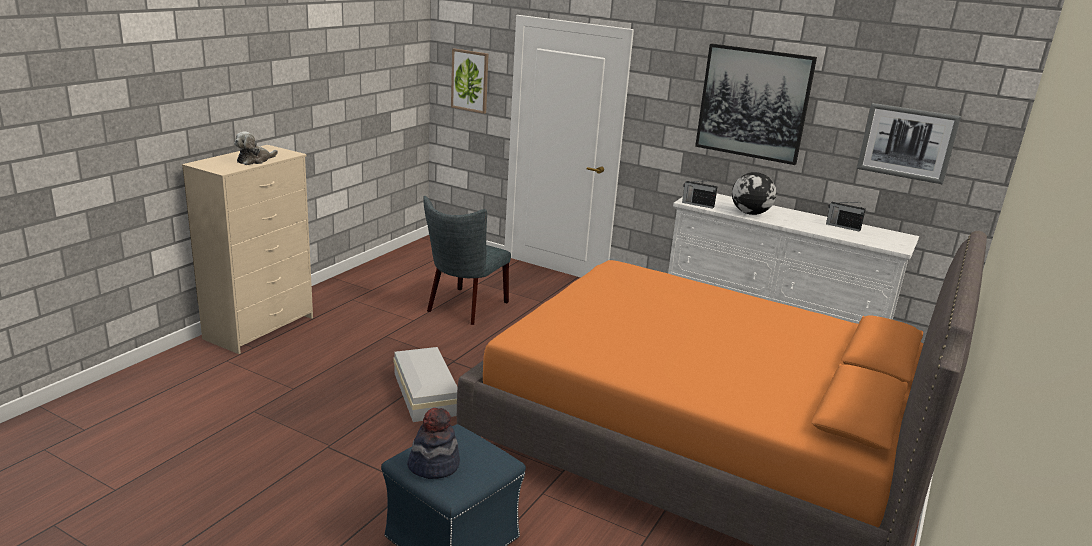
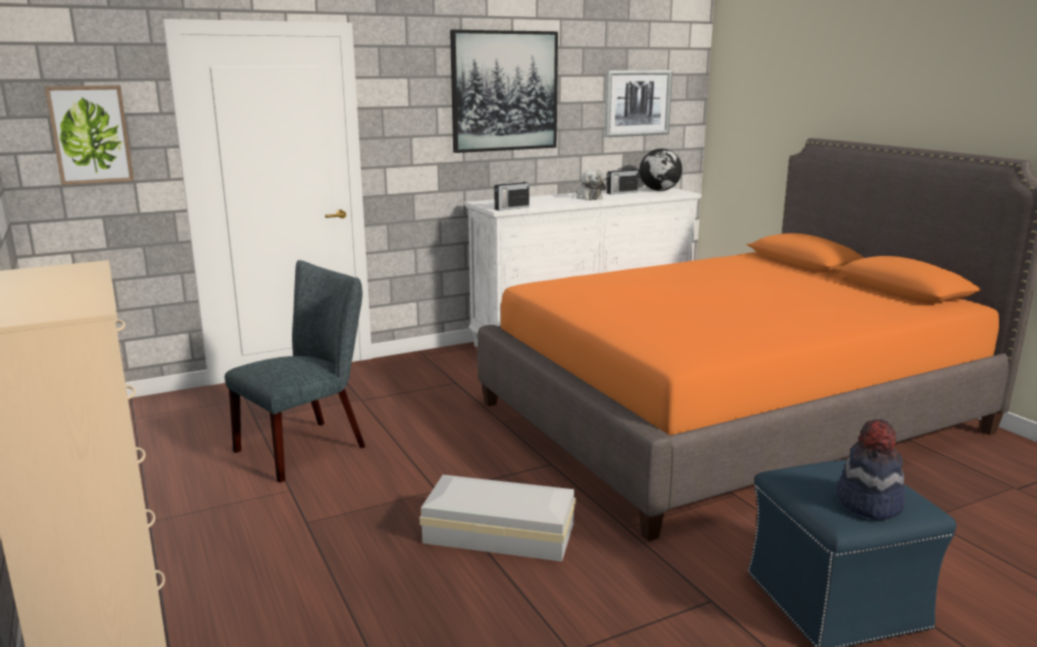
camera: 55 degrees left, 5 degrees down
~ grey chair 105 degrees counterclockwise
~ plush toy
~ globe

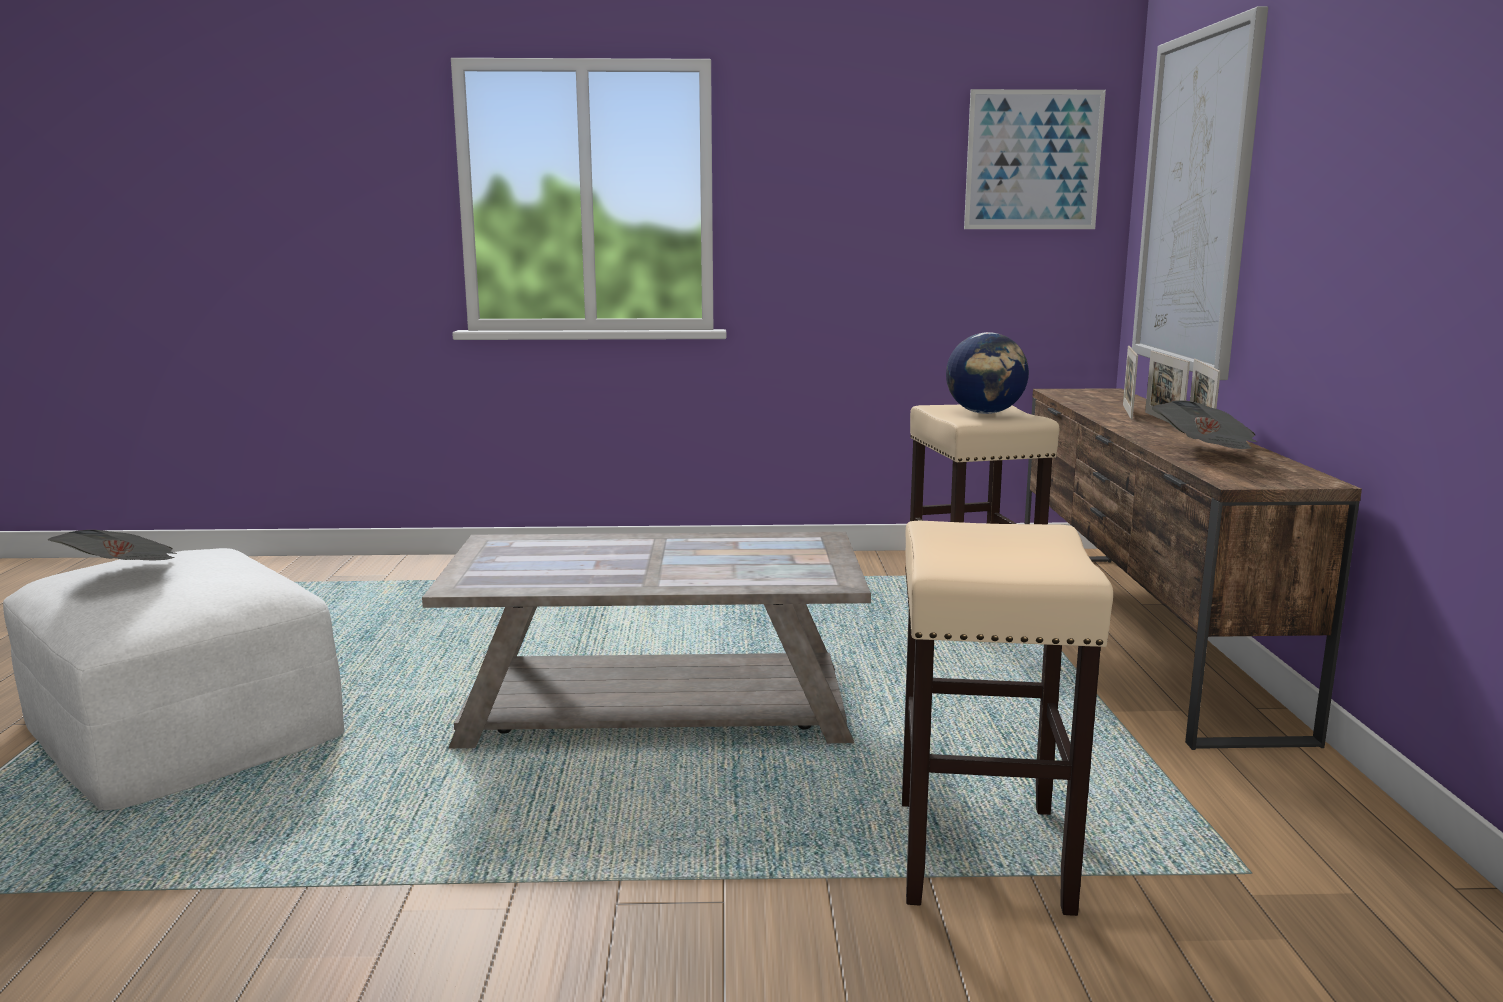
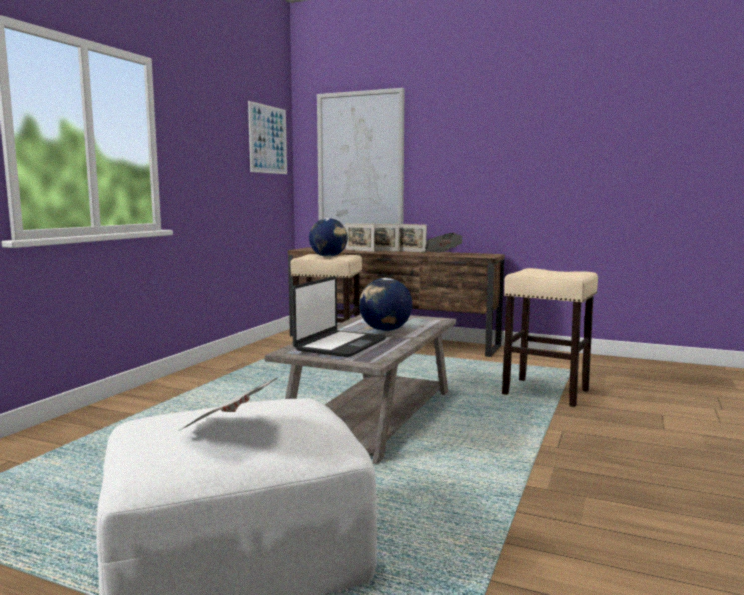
camera: 65 degrees left, 5 degrees down
+ laptop
+ globe (2nd from left)

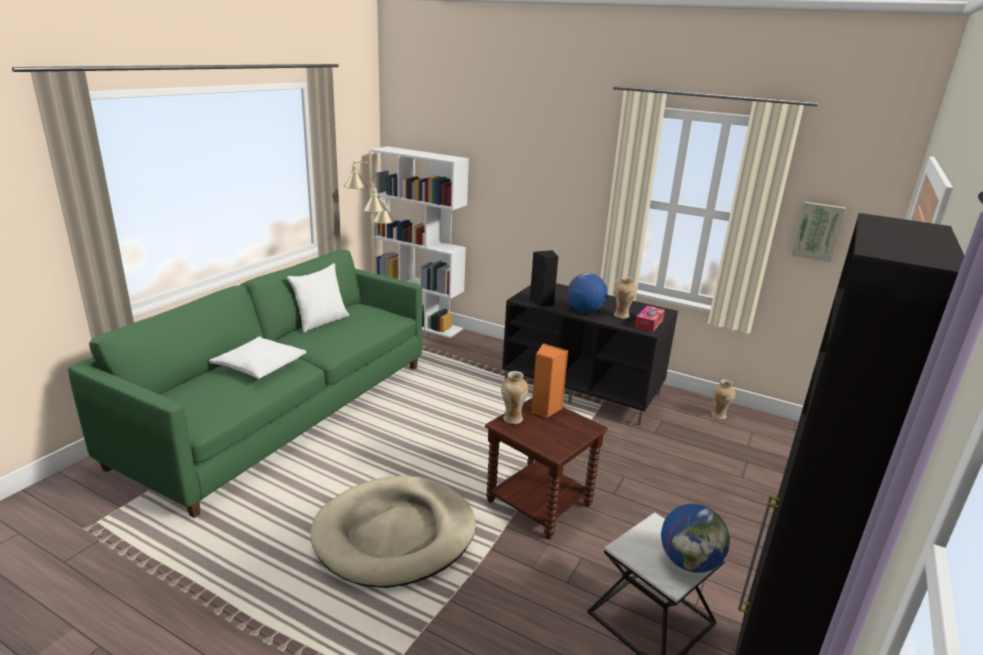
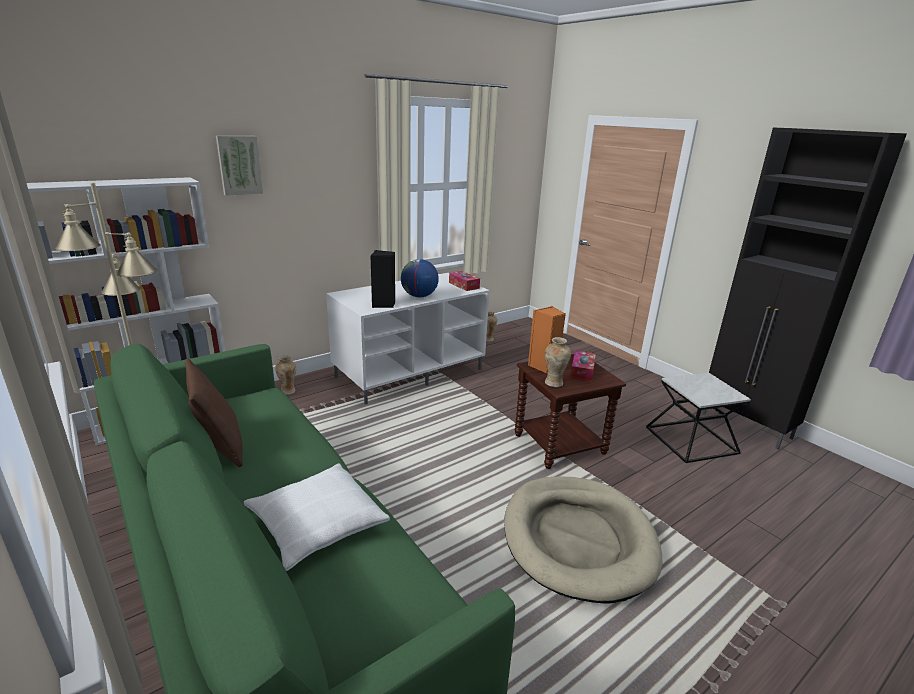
camera: 65 degrees left, 0 degrees up
~ white pillow (2nd from left) to brown pillow
~ picture
~ vase (2nd from left in the first image) to vase (1st from left)
~ black tv stand to white tv stand
+ tissue box (2nd from left)
- globe (2nd from left)

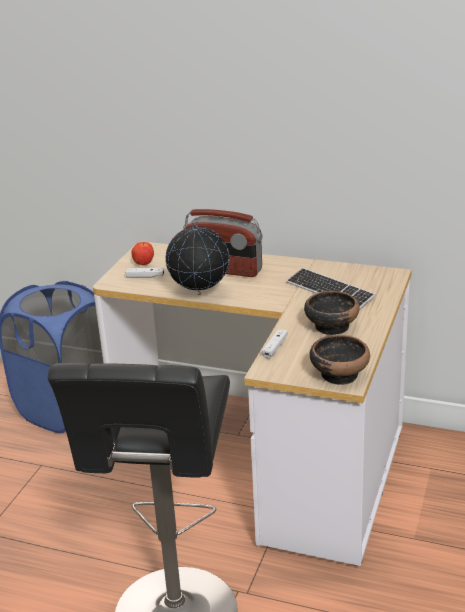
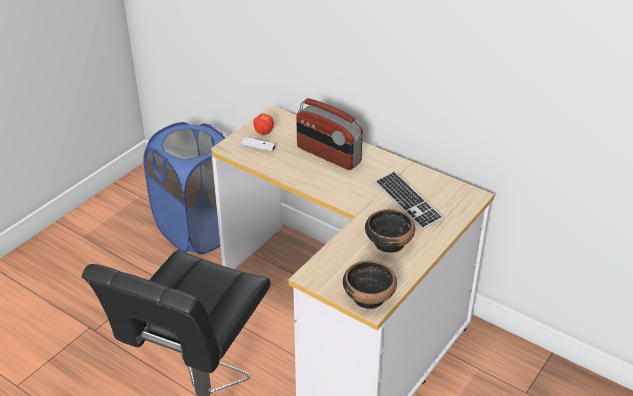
camera: 15 degrees right, 10 degrees up
- globe
- white game controller (2nd from left)

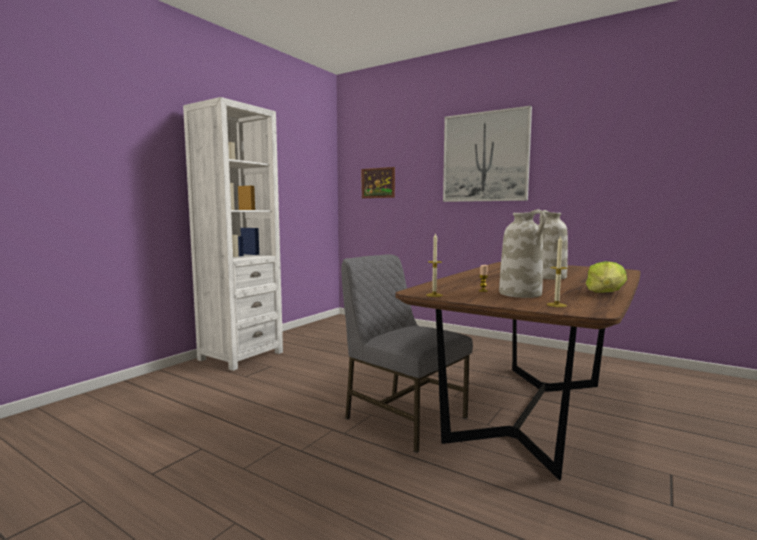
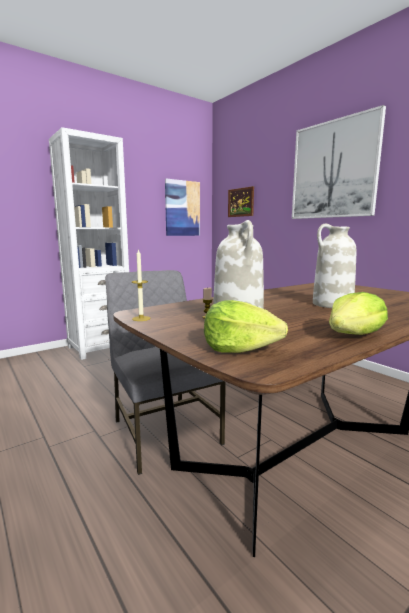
camera: 20 degrees right, 5 degrees up
+ picture (1st from left)
~ candle (3rd from left) to lettuce (1st from left)

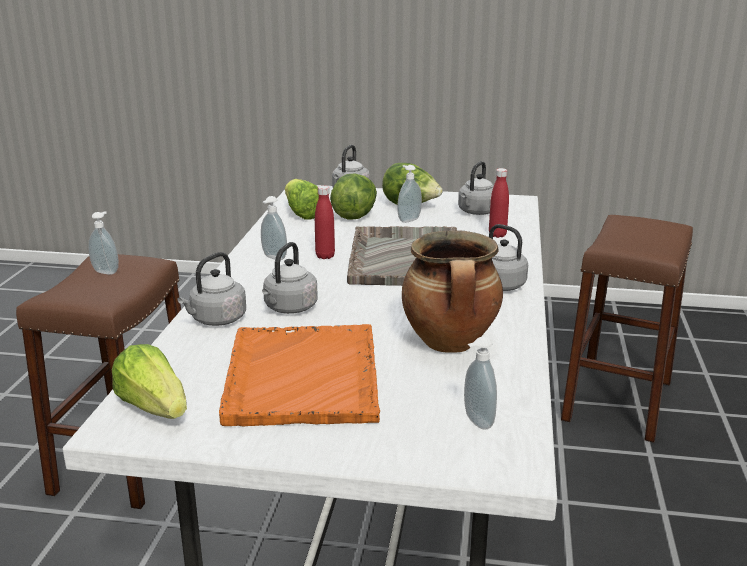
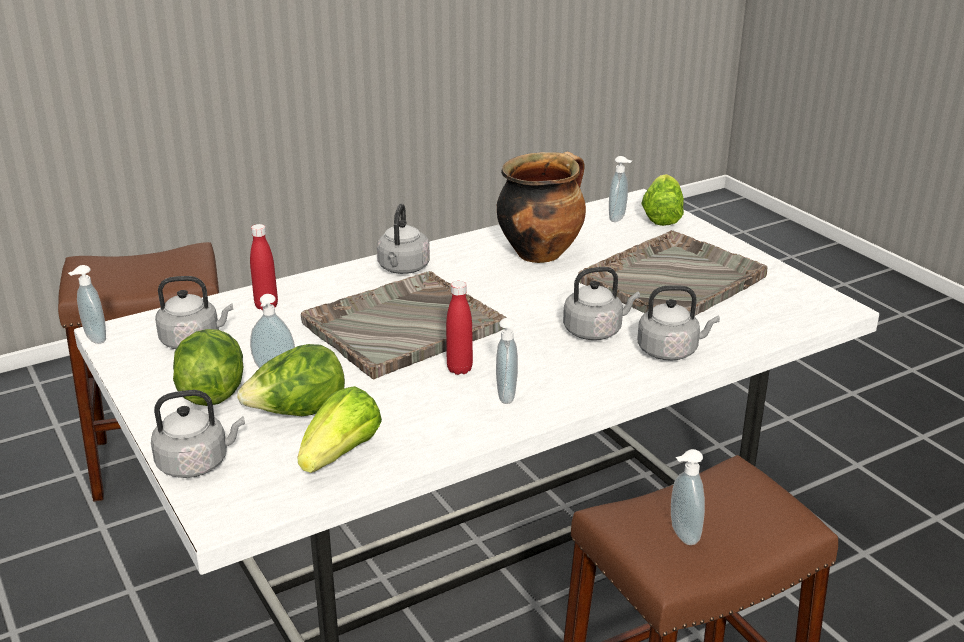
camera: 130 degrees left, 5 degrees up
+ soap dispenser (1st from left)
~ orange tray to grey tray (2nd from left)
~ lettuce (1st from left in the first image) to lettuce (4th from left)

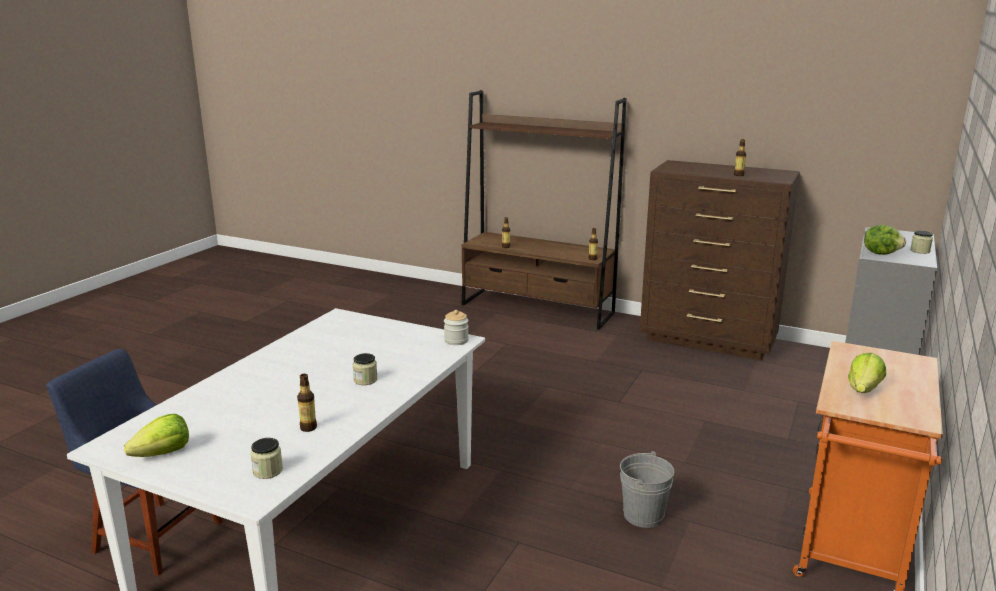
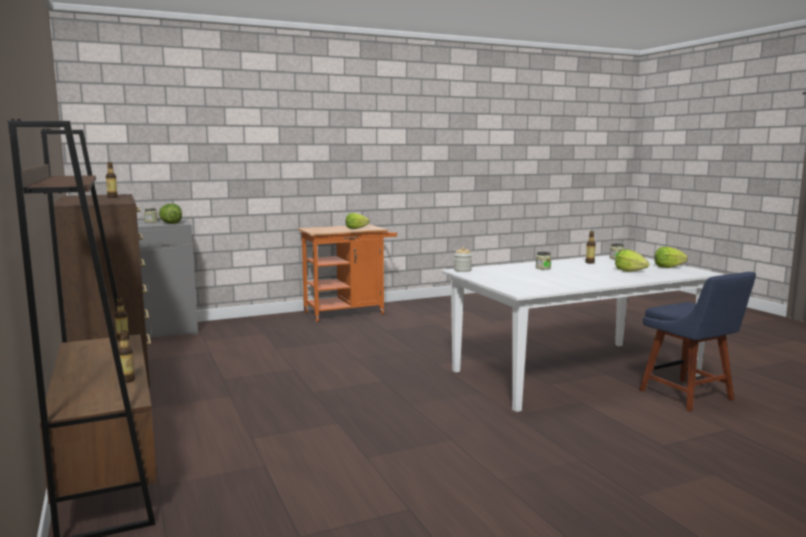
camera: 140 degrees left, 10 degrees down
+ lettuce (3rd from left)
- grey bucket

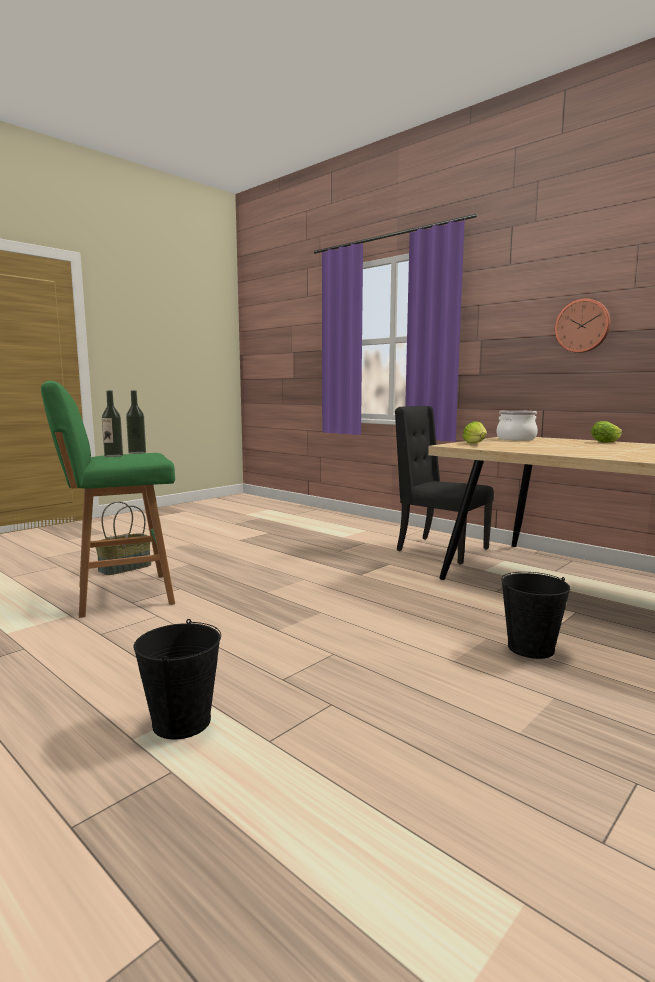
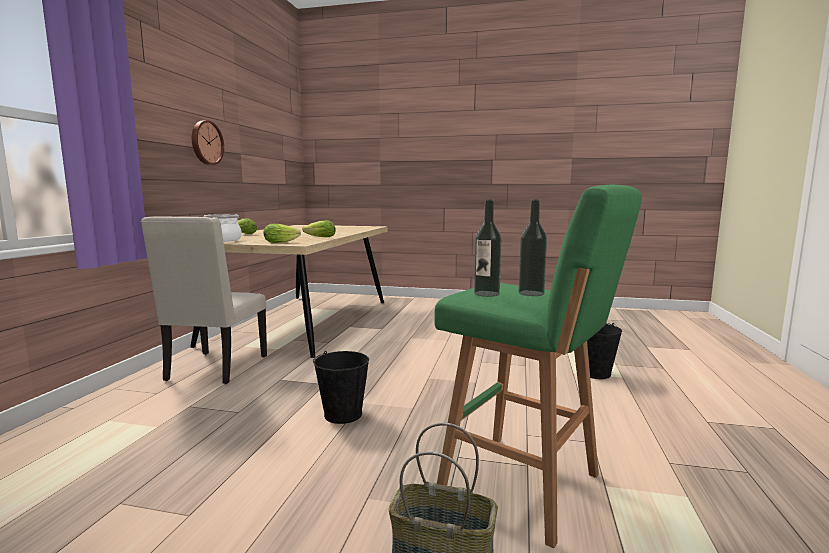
camera: 120 degrees left, 0 degrees up
~ black chair to beige chair
+ lettuce (3rd from left)
~ black bucket (2nd from left in the first image) to black bucket (1st from left)

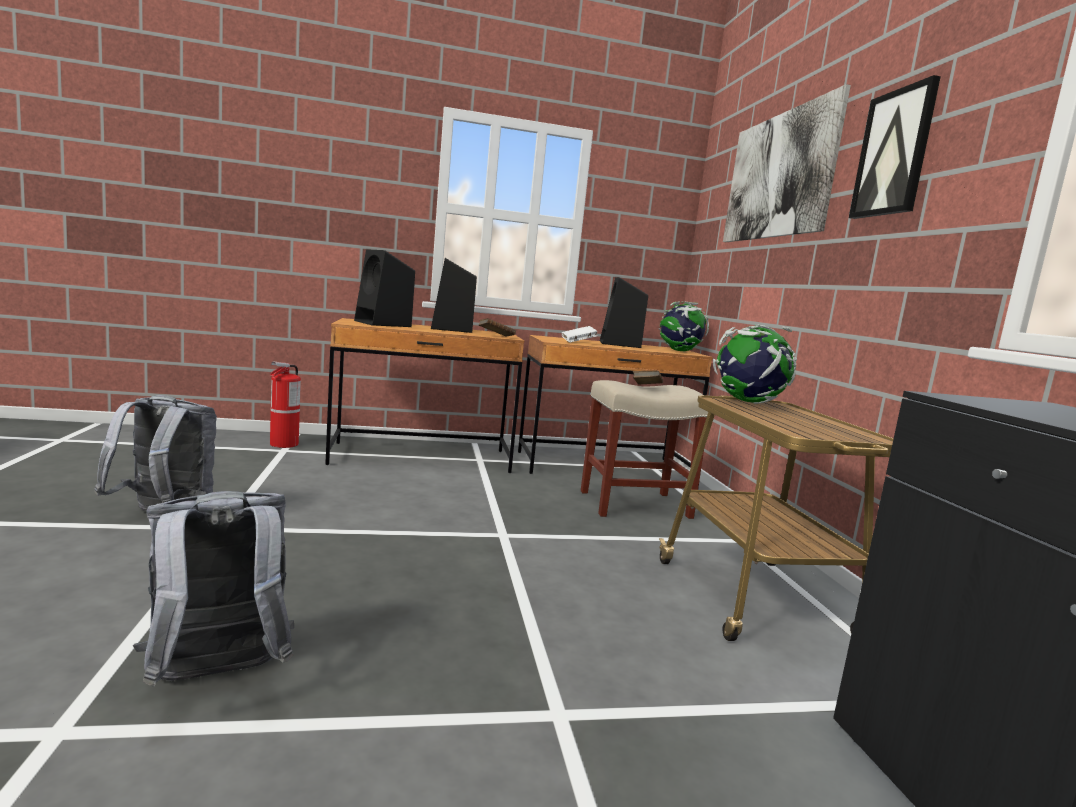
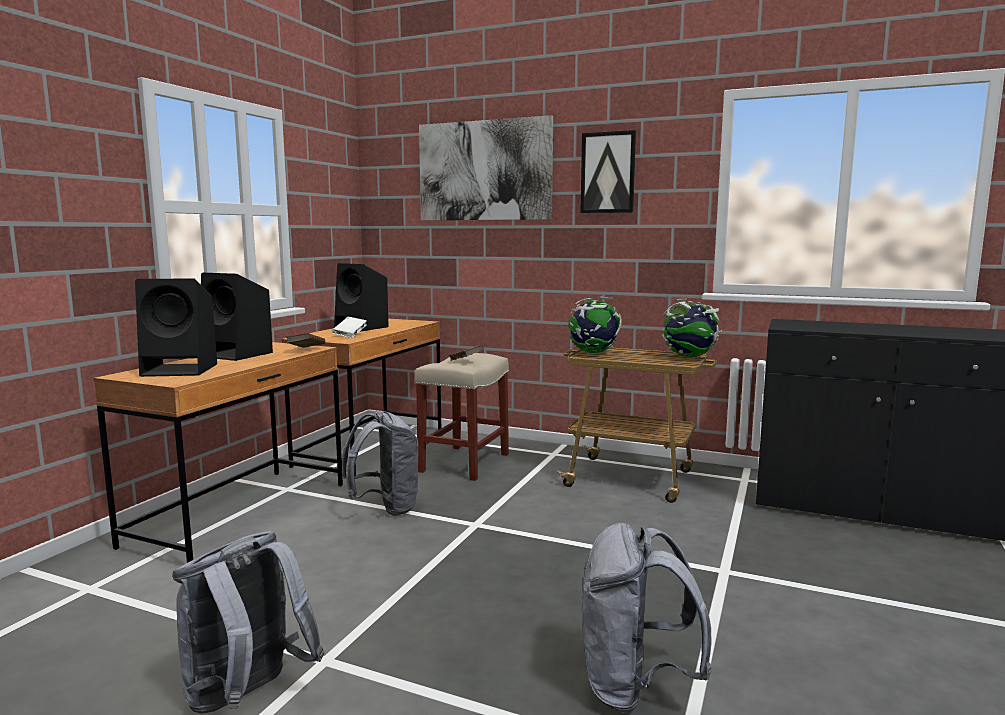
camera: 55 degrees left, 0 degrees up
+ grey backpack (2nd from left)
~ globe (1st from left in the first image) to globe (2nd from left)
- fire extinguisher

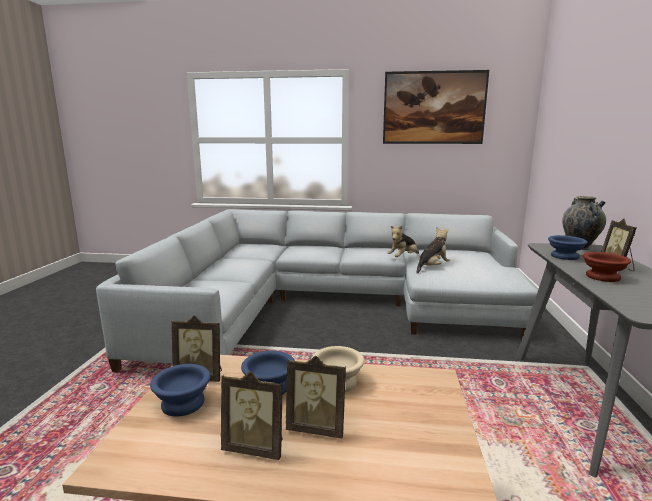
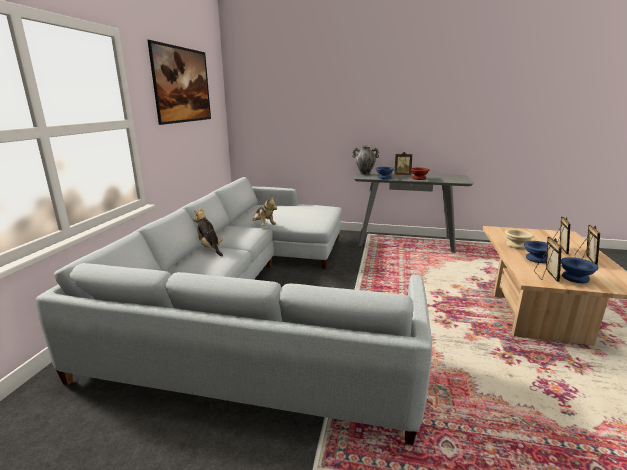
camera: 85 degrees left, 5 degrees up
~ plush toy (2nd from left in the first image) to plush toy (1st from left)

